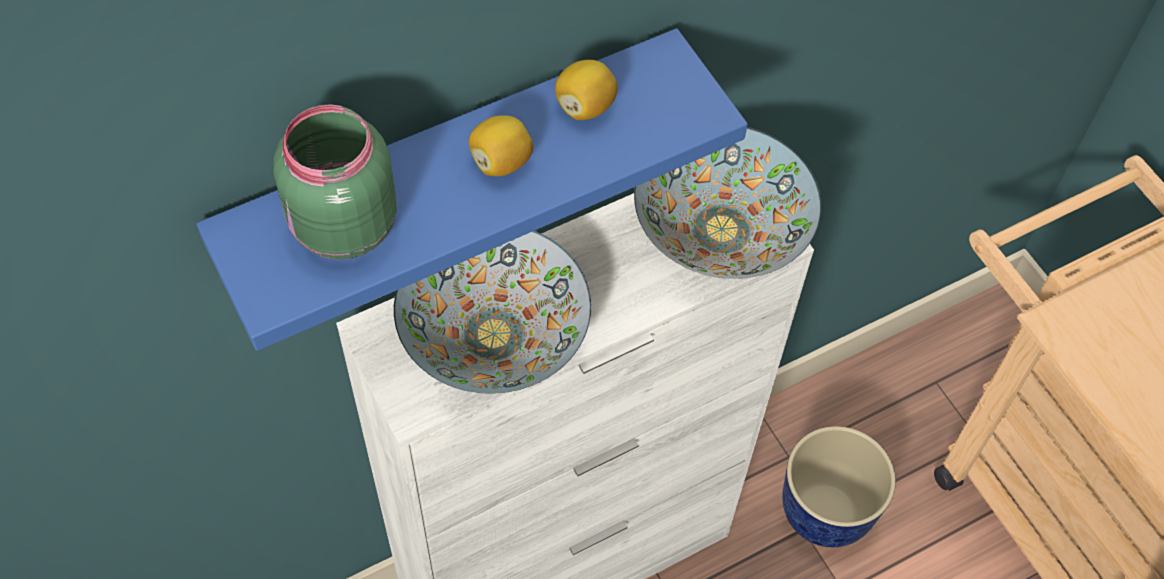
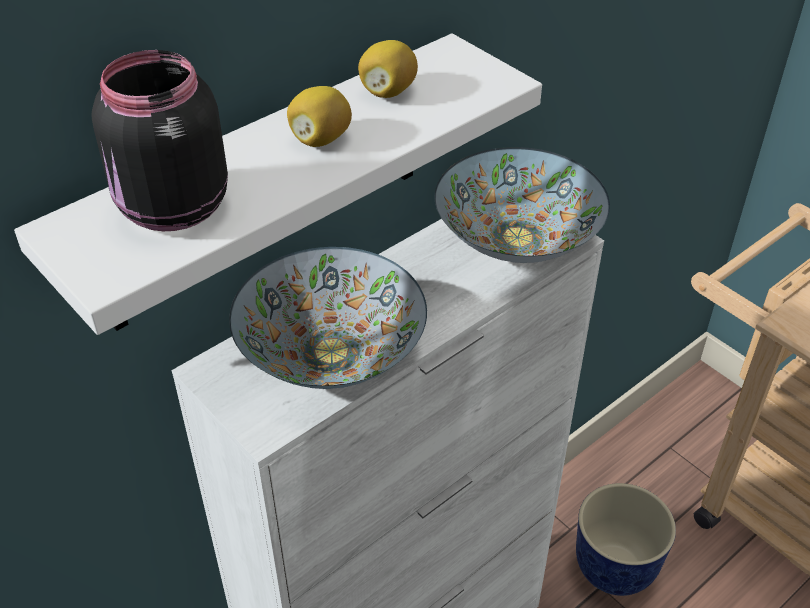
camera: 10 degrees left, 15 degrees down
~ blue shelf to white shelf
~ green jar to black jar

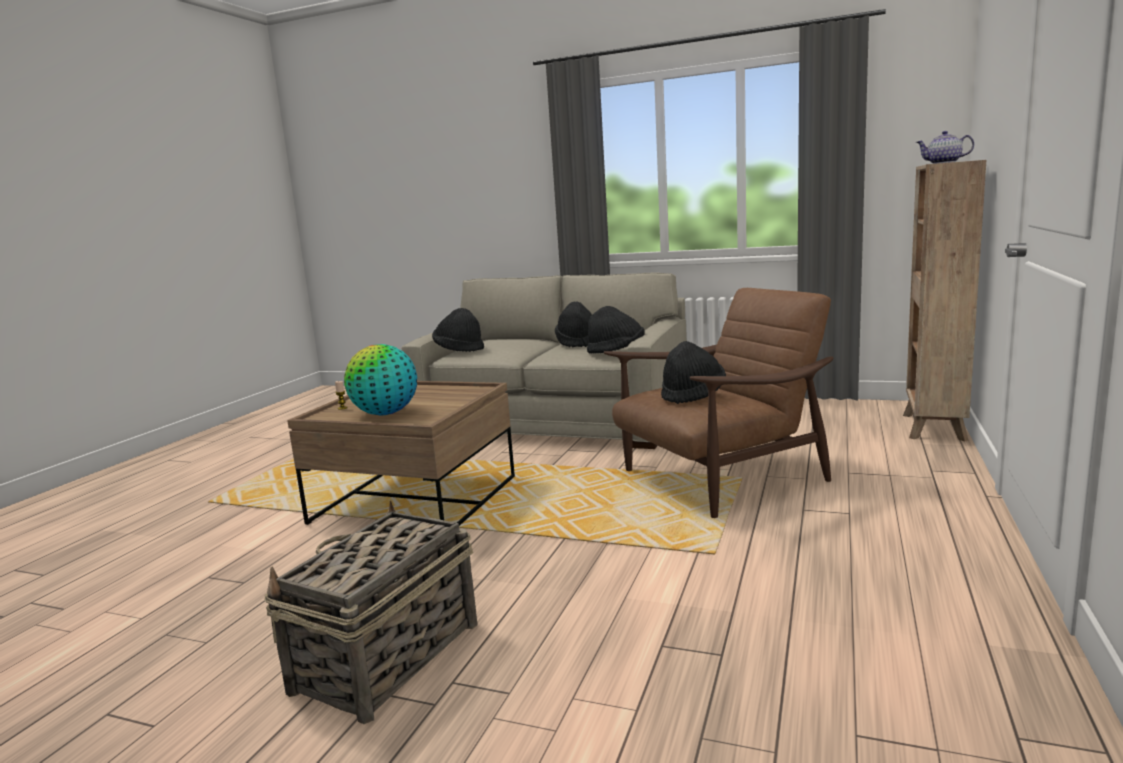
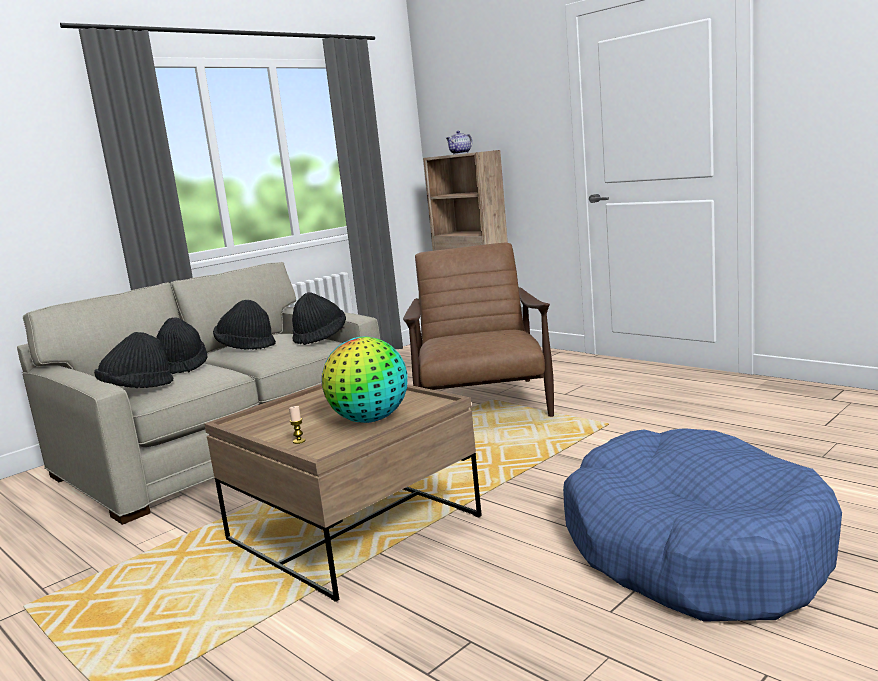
camera: 65 degrees left, 0 degrees up
~ black hat (4th from left in the first image) to black hat (2nd from left)
~ basket to blue dog bed

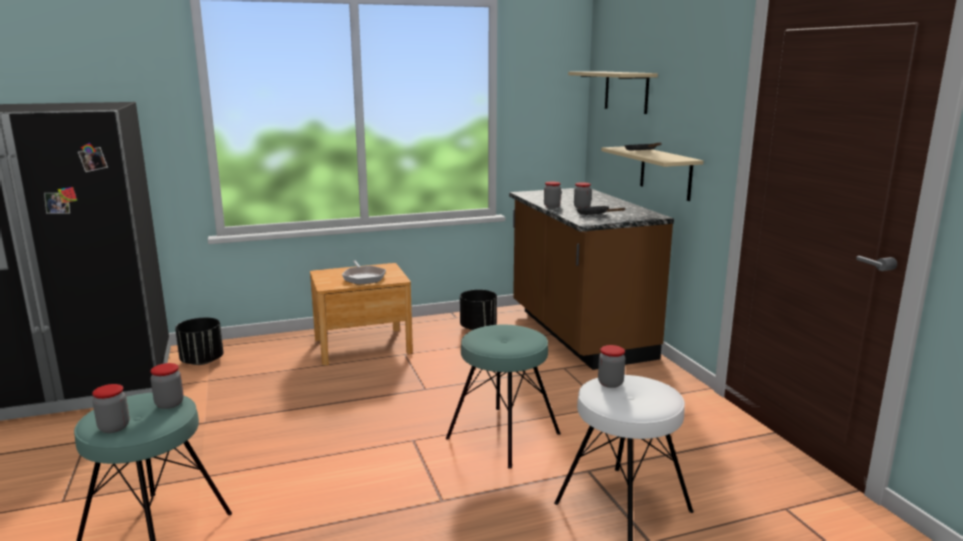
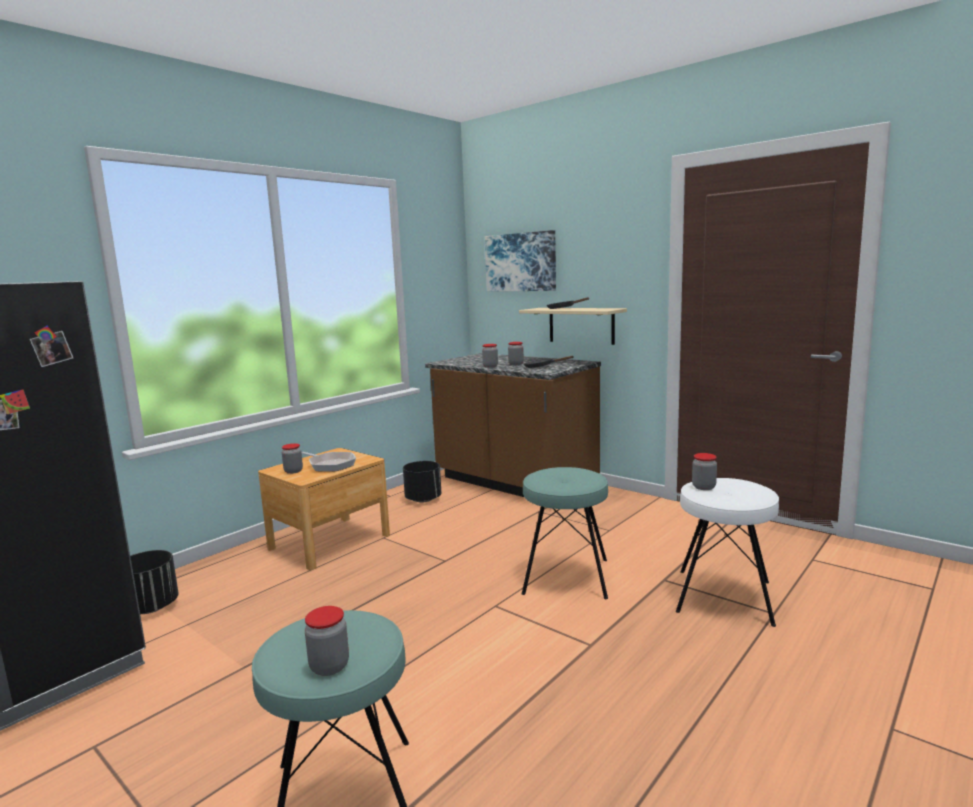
camera: 30 degrees left, 5 degrees down
~ jar (2nd from left in the first image) to jar (1st from left)
~ beige shelf (1st from left) to picture

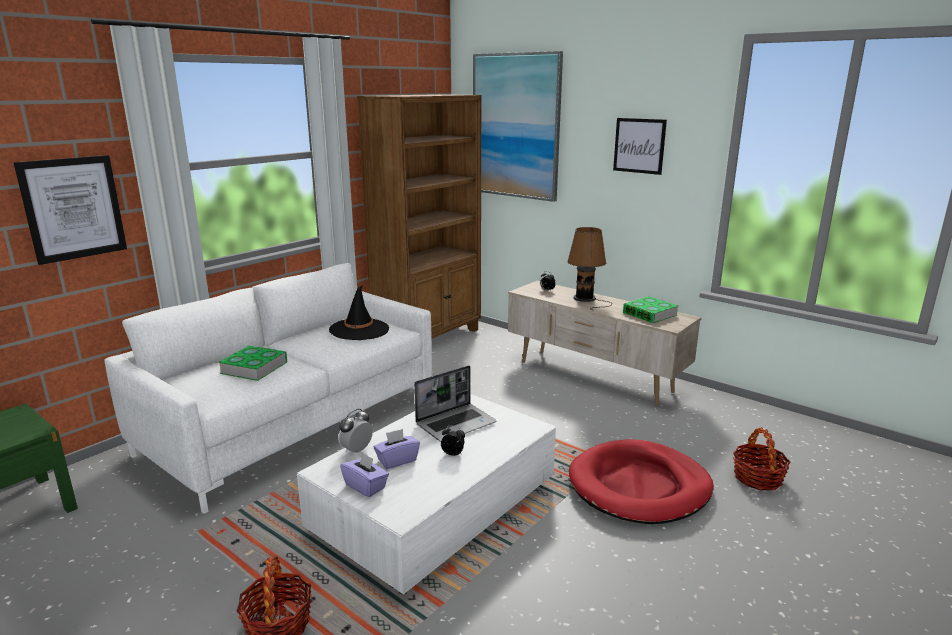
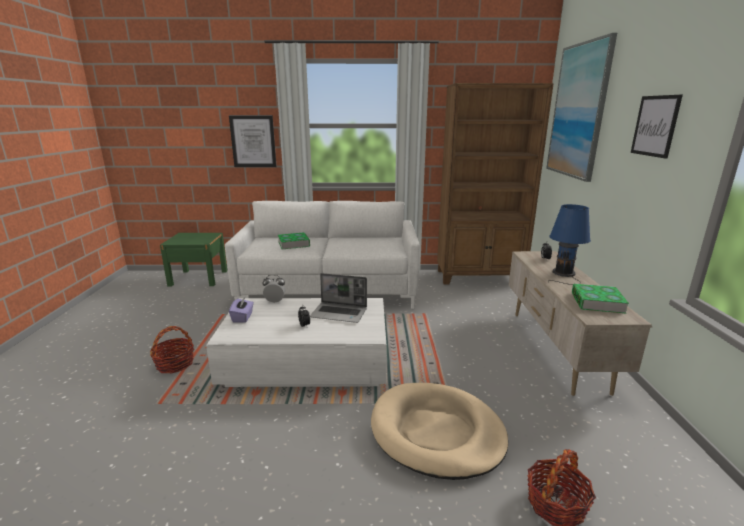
camera: 50 degrees right, 0 degrees up
~ red dog bed to beige dog bed
~ brown table lamp to blue table lamp
- black hat
- purple tissue box (2nd from left)

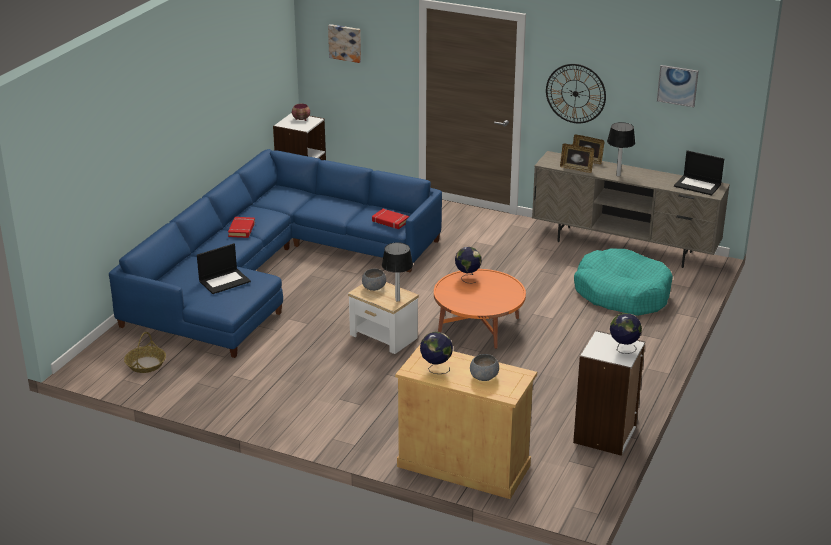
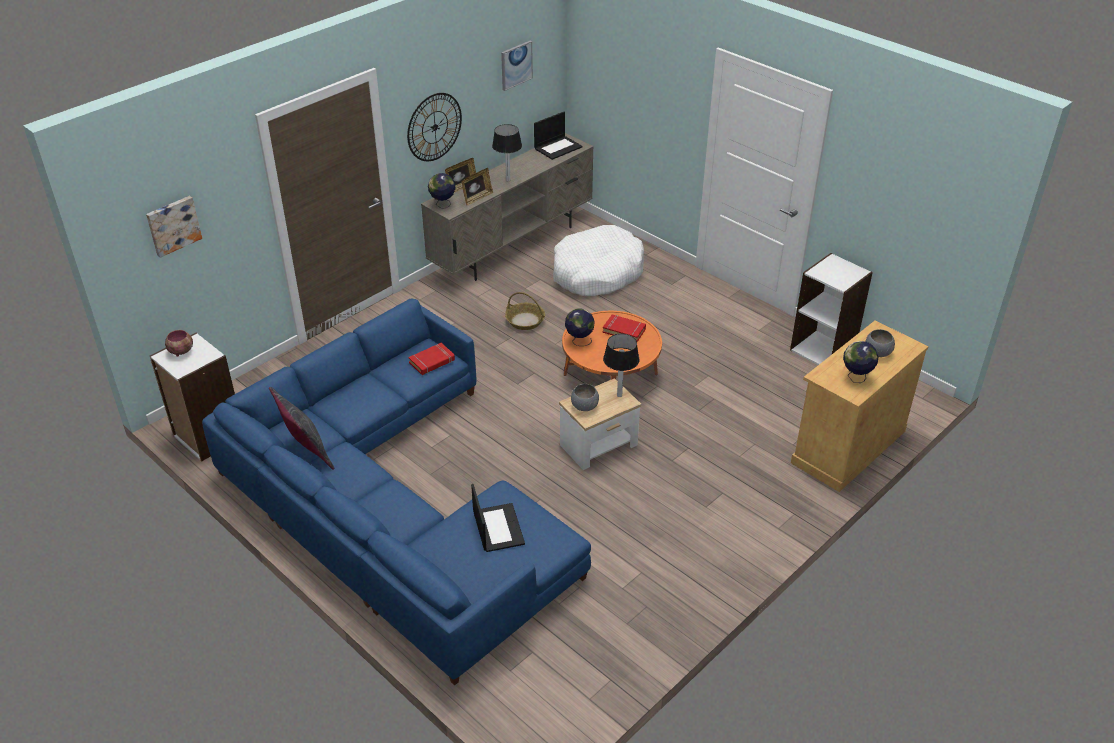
camera: 70 degrees left, 10 degrees up
+ grey pillow
~ globe (3rd from left in the first image) to globe (1st from left)
~ basket
~ turquoise dog bed to white dog bed
~ red book (1st from left in the first image) to red book (2nd from left)

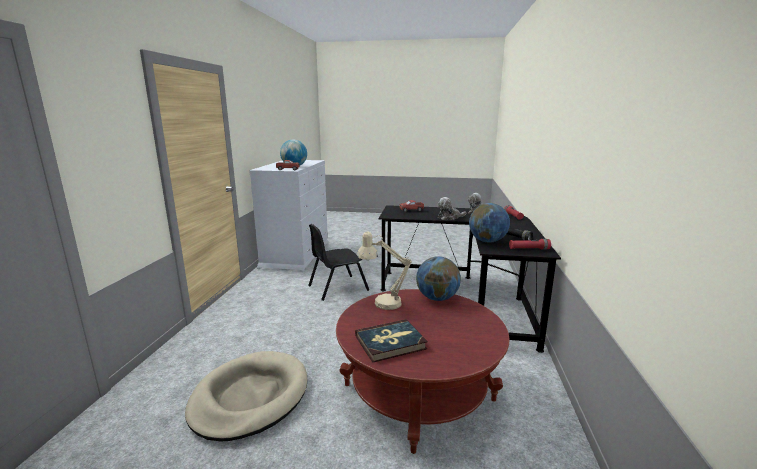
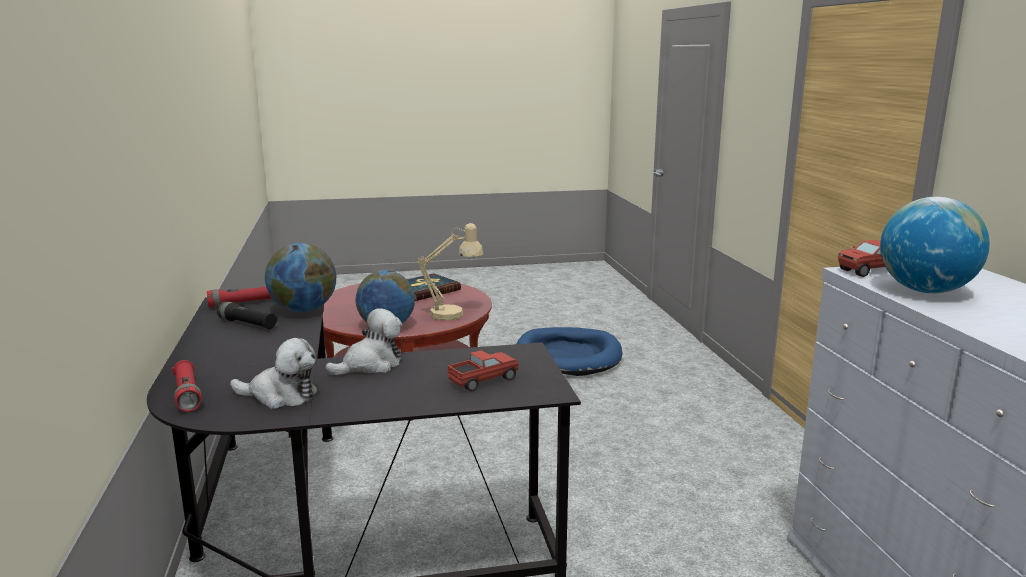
camera: 160 degrees right, 0 degrees up
~ beige dog bed to blue dog bed
- black chair

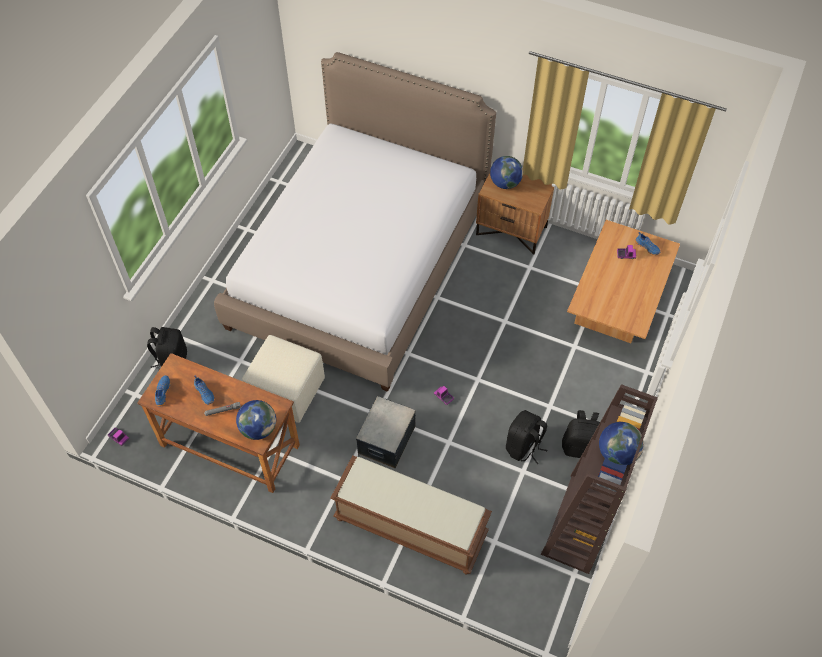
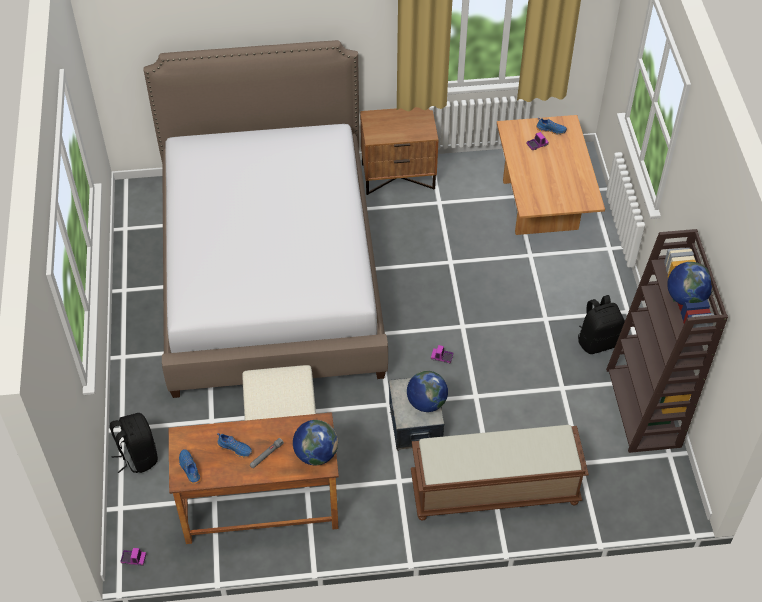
camera: 30 degrees left, 5 degrees down
~ globe (2nd from left)
- black backpack (2nd from left)

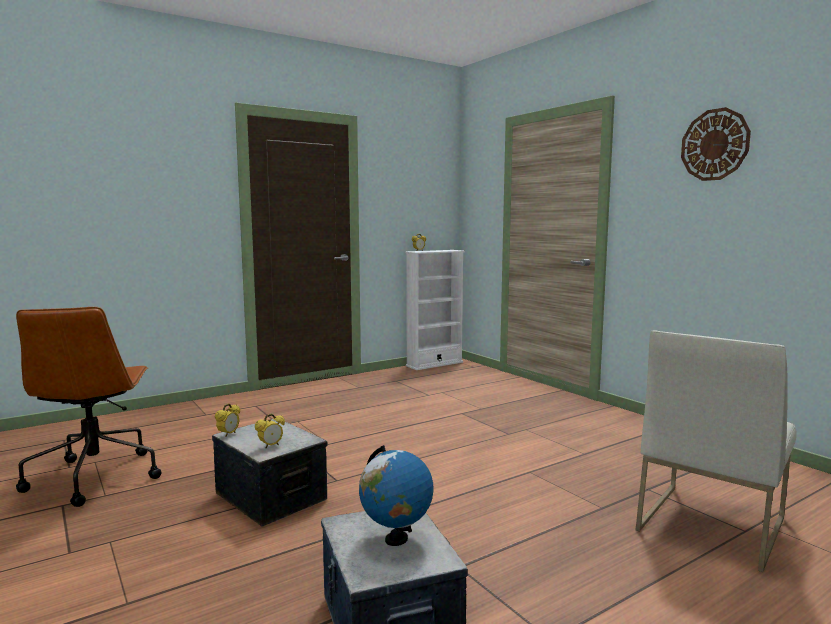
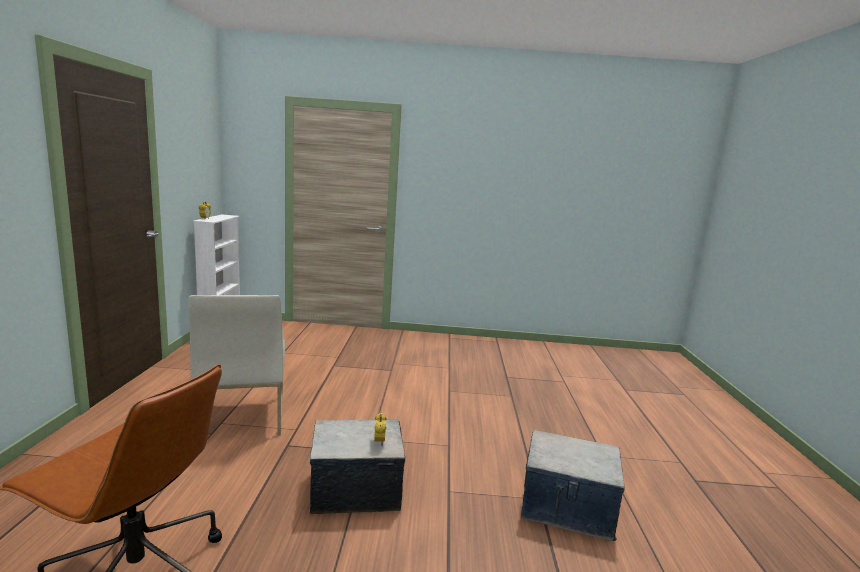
camera: 55 degrees left, 5 degrees up
~ white chair
- alarm clock (1st from left)
- globe
- wall clock

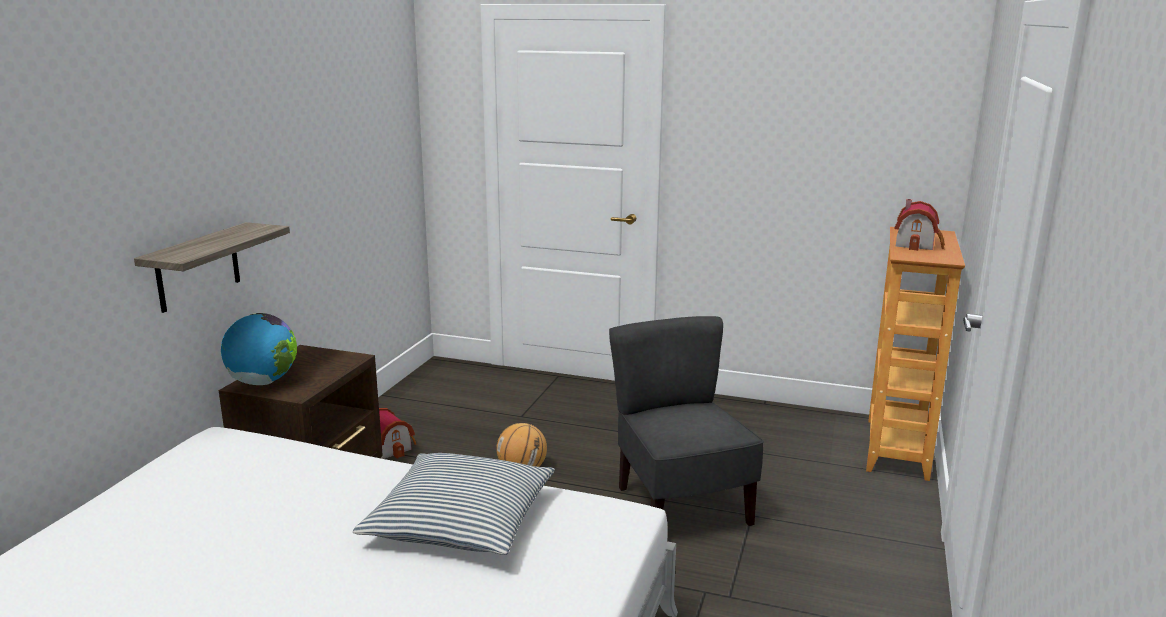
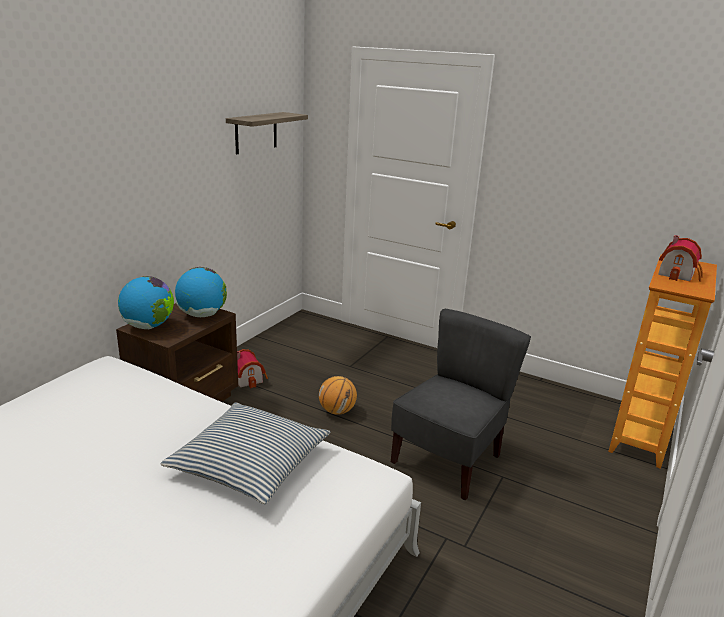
camera: 10 degrees right, 5 degrees up
+ globe (2nd from left)
~ shelf
~ grey chair 45 degrees clockwise

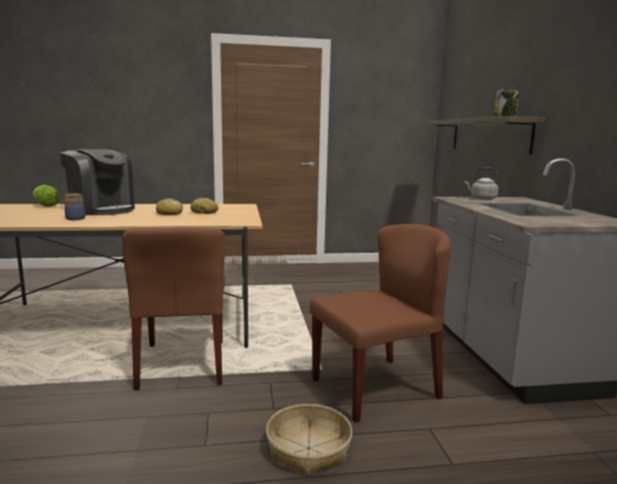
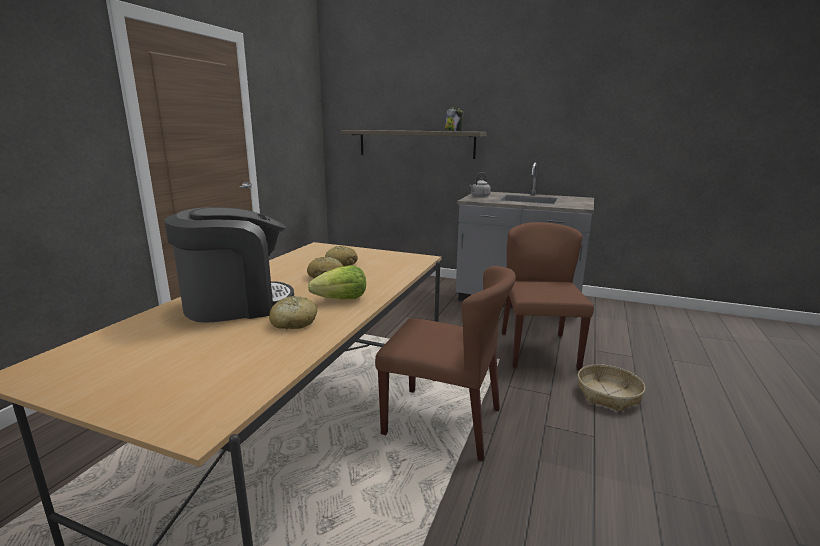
camera: 60 degrees left, 5 degrees up
~ jar (1st from left) to bread (1st from left)
~ lettuce

